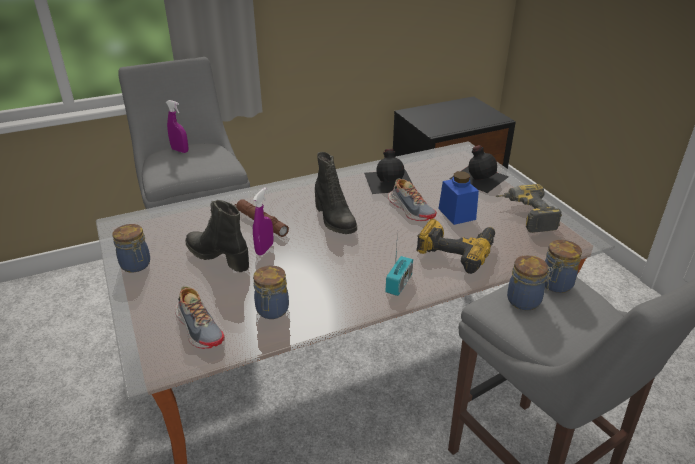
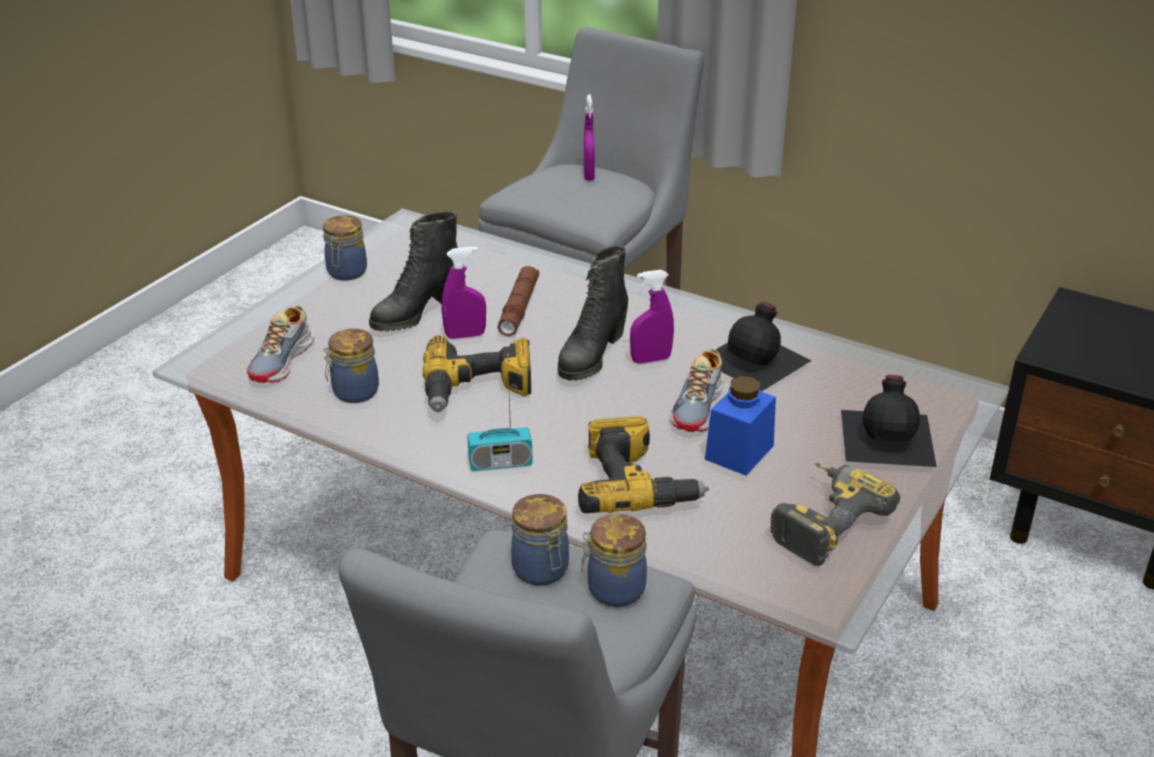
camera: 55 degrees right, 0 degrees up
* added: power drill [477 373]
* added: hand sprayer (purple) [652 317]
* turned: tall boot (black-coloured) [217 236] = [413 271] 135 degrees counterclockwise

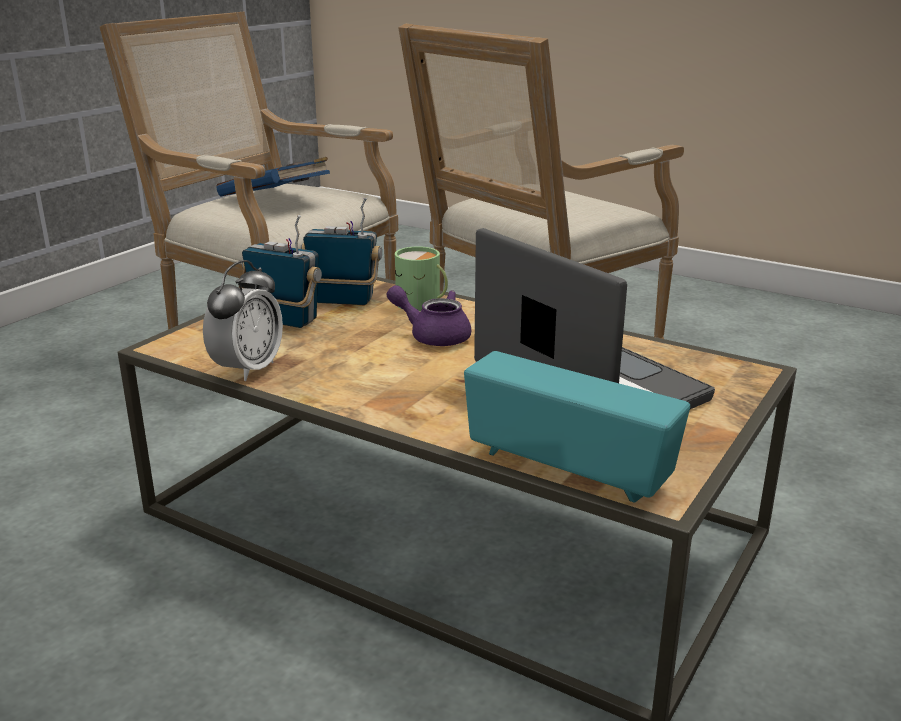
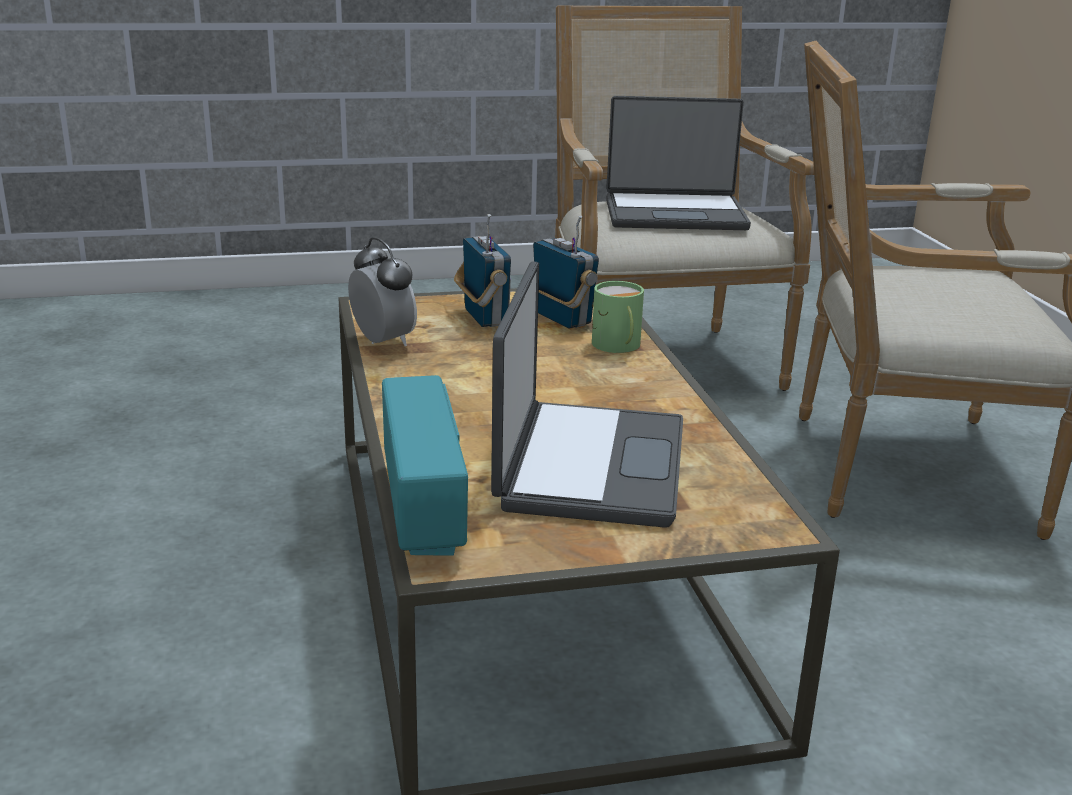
camera: 45 degrees right, 0 degrees up
* removed: pot for tea (purple) [429 315]
* replaced: volume (blue-coloured) [273 177] to laptop [678 163]
* turned: bedside clock [243 320] = [382 291] 105 degrees counterclockwise

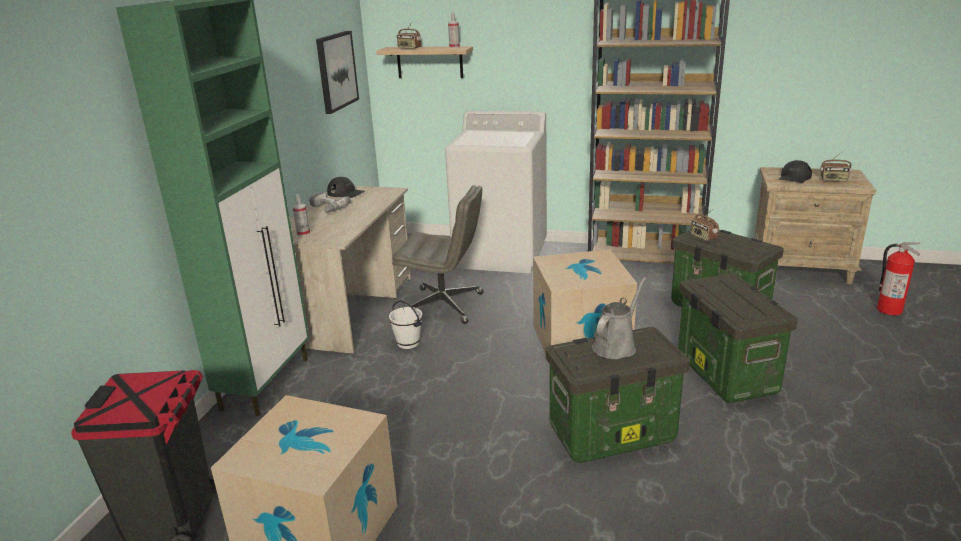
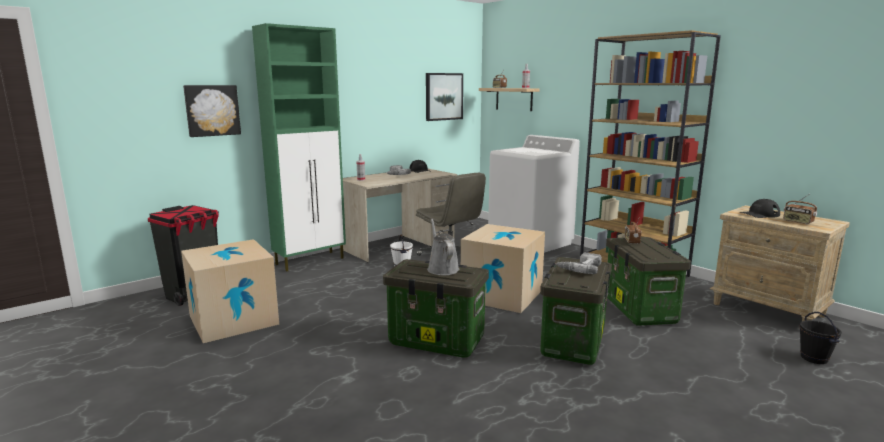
camera: 35 degrees right, 10 degrees down
* added: picture [212 111]
* added: power drill [579 263]
* replaced: fire-fighting cylinder [898 278] to pail (black-coloured) [820 338]
* turned: watering can (grey) [619 318] = [443 247] 90 degrees counterclockwise

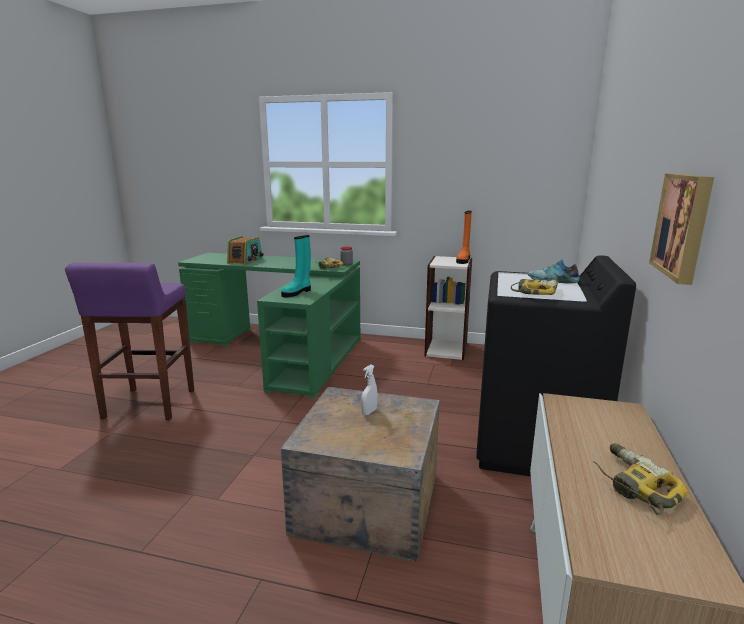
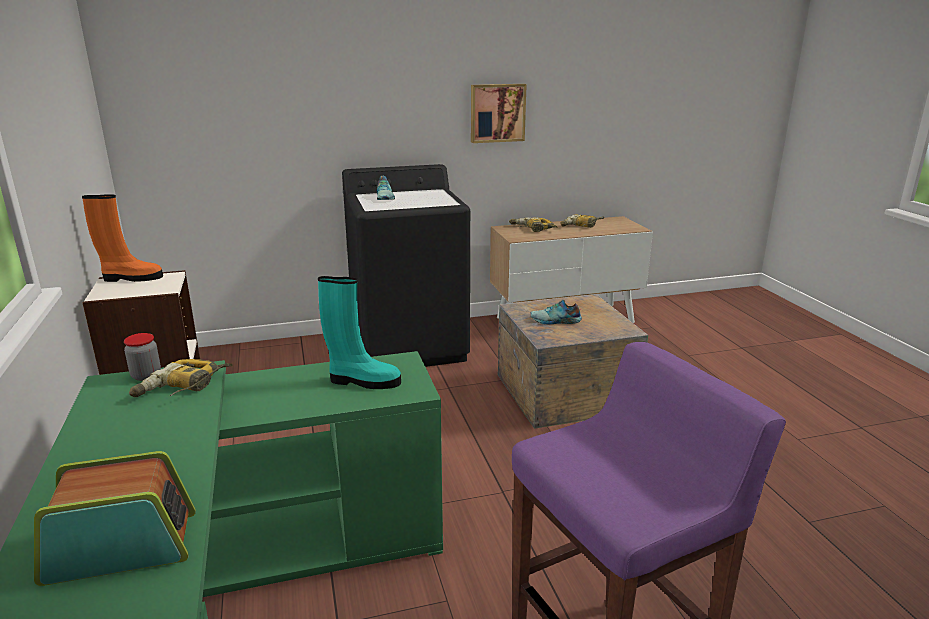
camera: 120 degrees left, 5 degrees up
* moved: power drill [534 286] to [533 224]
* replaced: hand sprayer (whitish) [369 390] to low shoe [556 312]

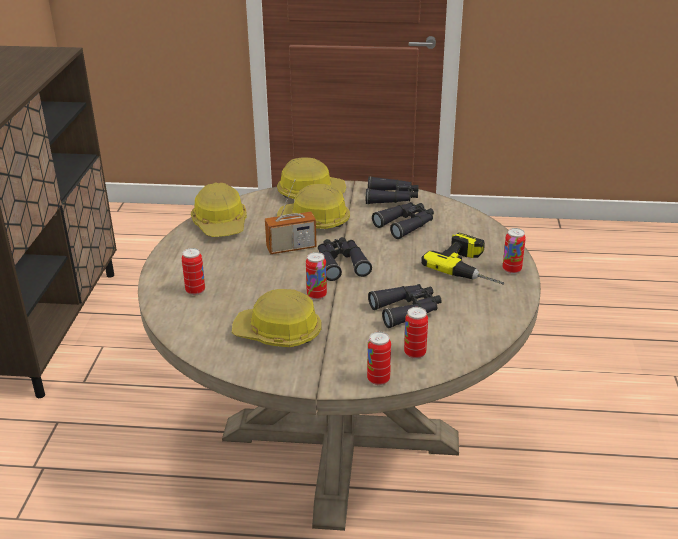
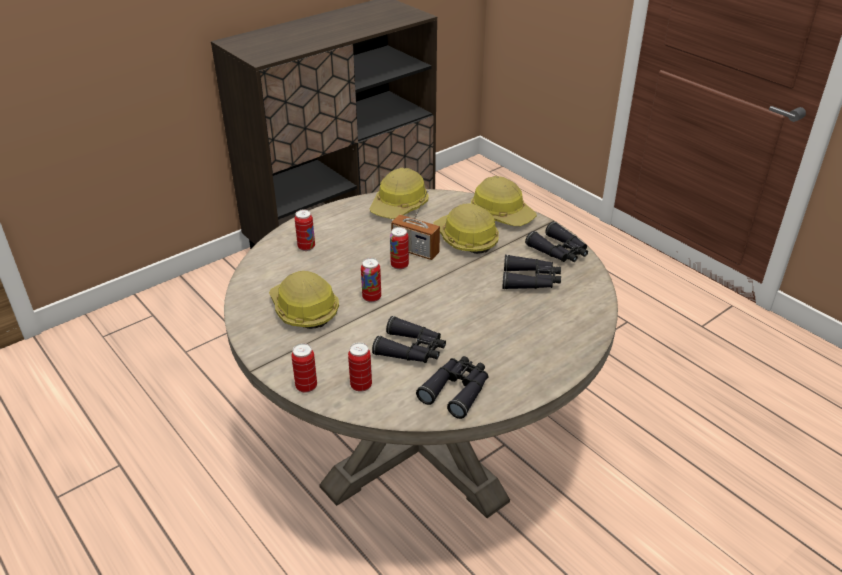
camera: 45 degrees right, 5 degrees up
* removed: power drill [462 259]
* moved: binoculars (black-coloured) [345 259] to [452 387]
* moved: sealed can [514 251] to [399 248]

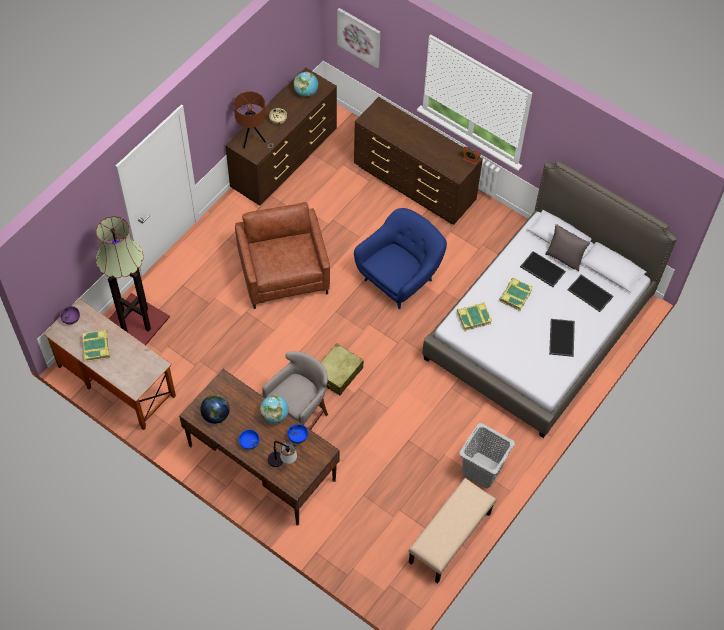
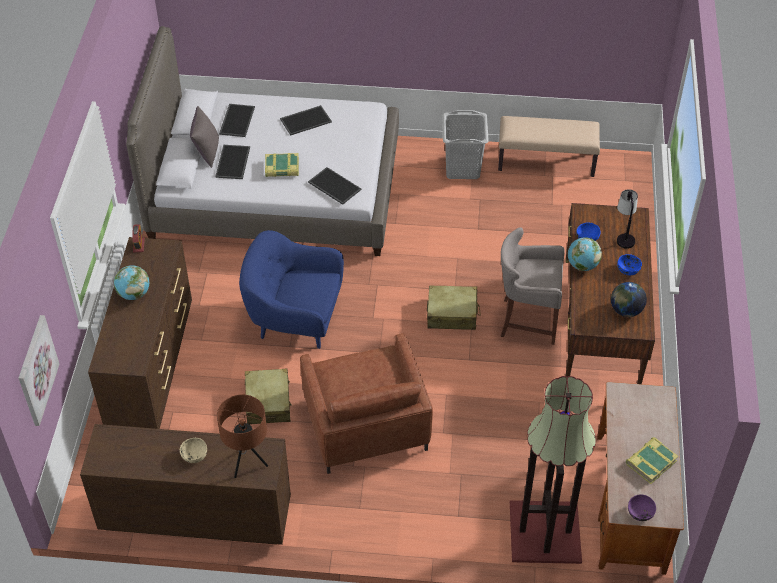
camera: 120 degrees left, 10 degrees down
* added: travel case (beige) [268 396]
* moved: world globe [306 84] to [131 282]
* replaced: volume [474 316] to serving tray [334 186]
* turned: easy chair (brownish) [282 255] = [366 403] 60 degrees counterclockwise

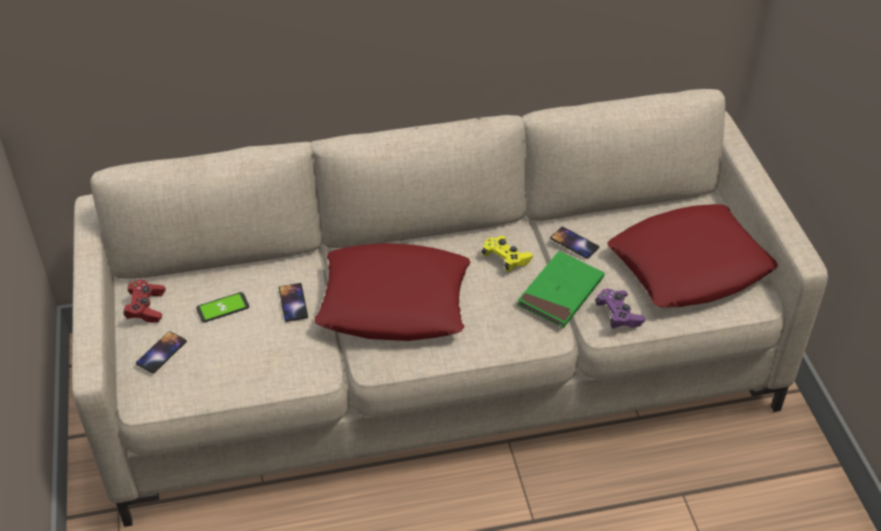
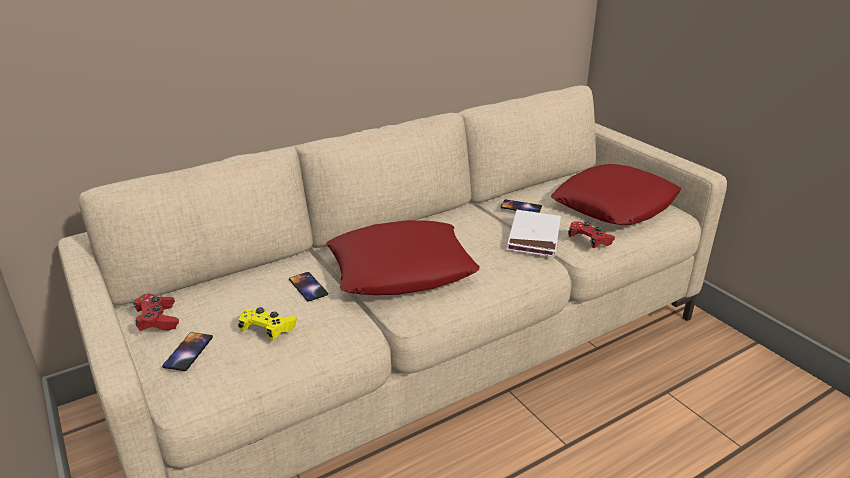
camera: 20 degrees left, 15 degrees down
* removed: phone [222 307]
* moved: gamepad (yellow) [507 254] to [268 324]
* recoloured: volume (green-coloured) [560 289] to volume (whitish) [534 233]
* recoloured: gamepad (purple) [620 309] to gamepad (red) [591 235]

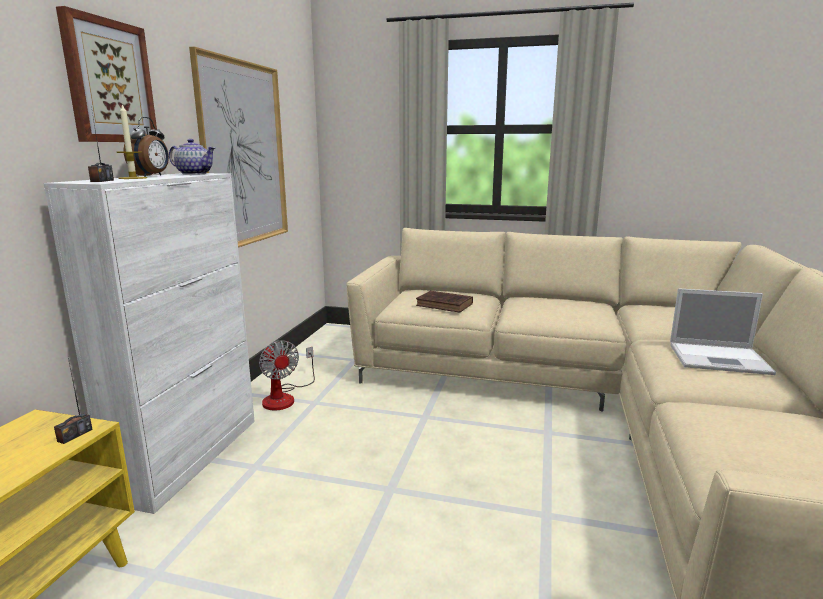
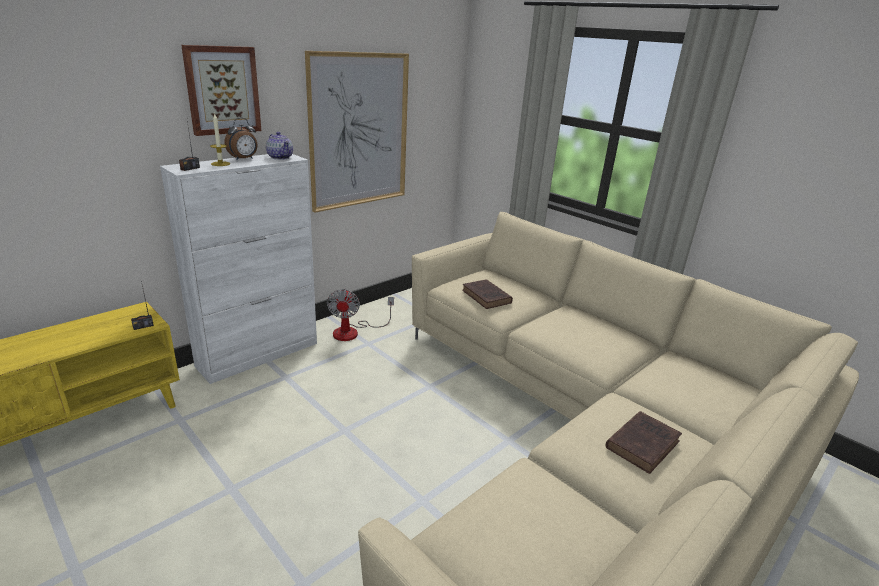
camera: 30 degrees right, 10 degrees up
* replaced: laptop [723 331] to volume (brownish) [644 442]

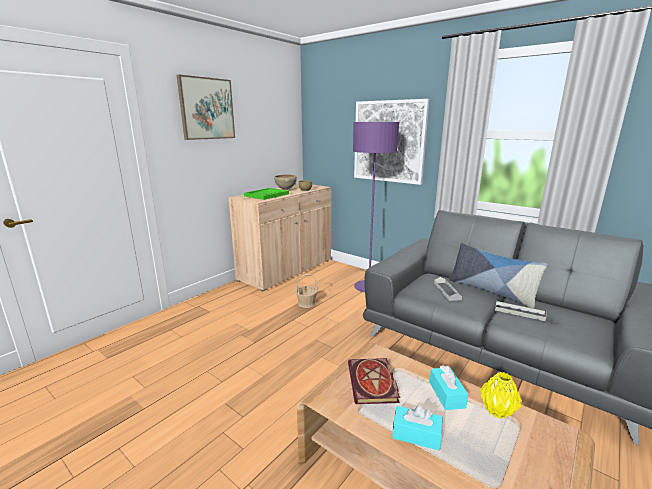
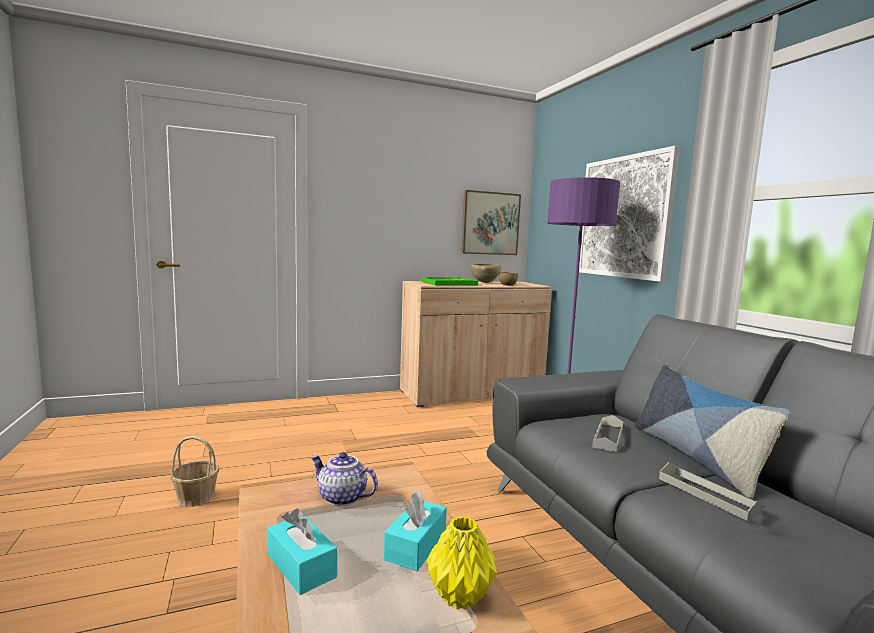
camera: 30 degrees right, 10 degrees down
* moved: picture [206 107] to [491 222]
* moved: storage basket [306 291] to [194 471]
* replaced: volume [374 381] to pot for tea [344 479]

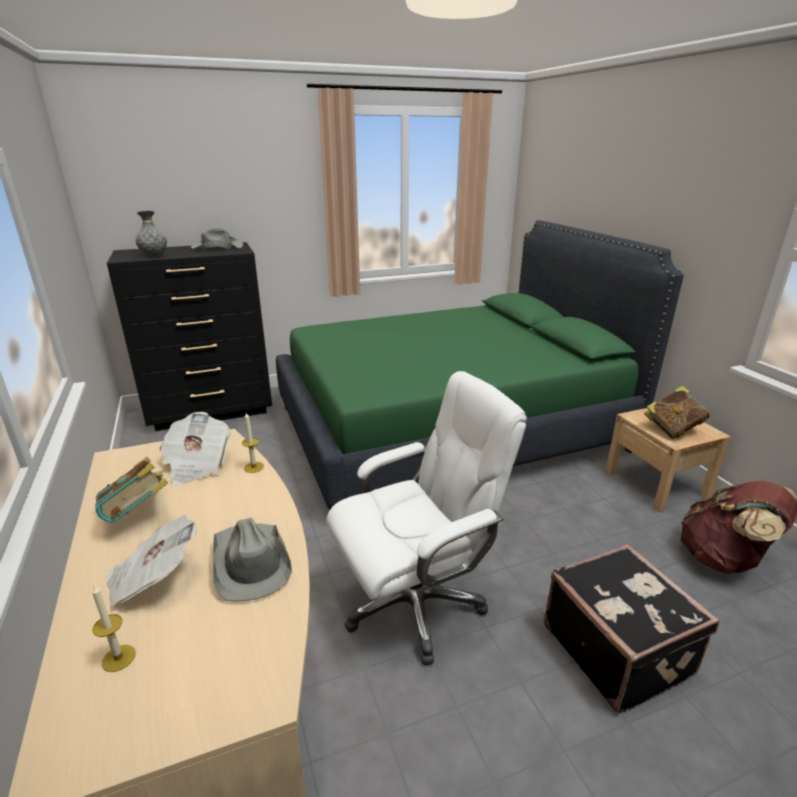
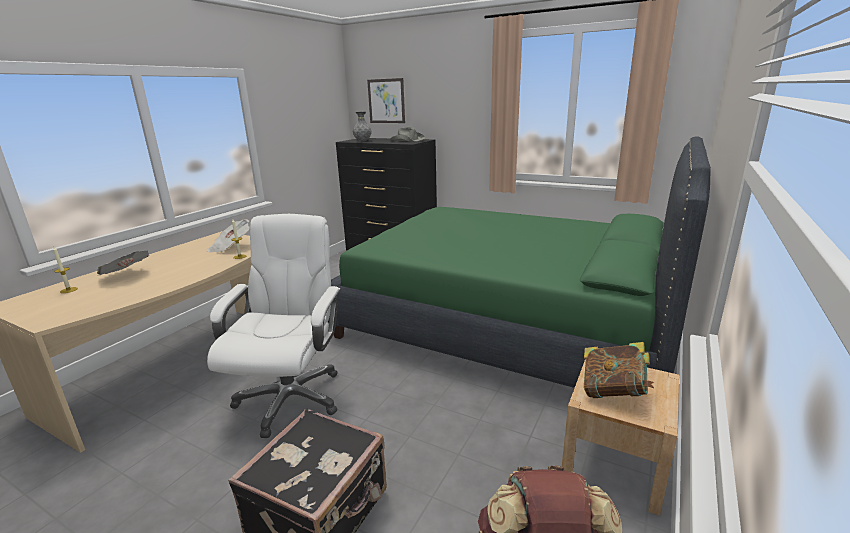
camera: 50 degrees right, 5 degrees down
* removed: volume [131 489]
* removed: wearable hat (grey) [252 560]
* added: picture [386 100]
* turned: office chair (whitish) [426 518] = [274 326] 105 degrees counterclockwise

